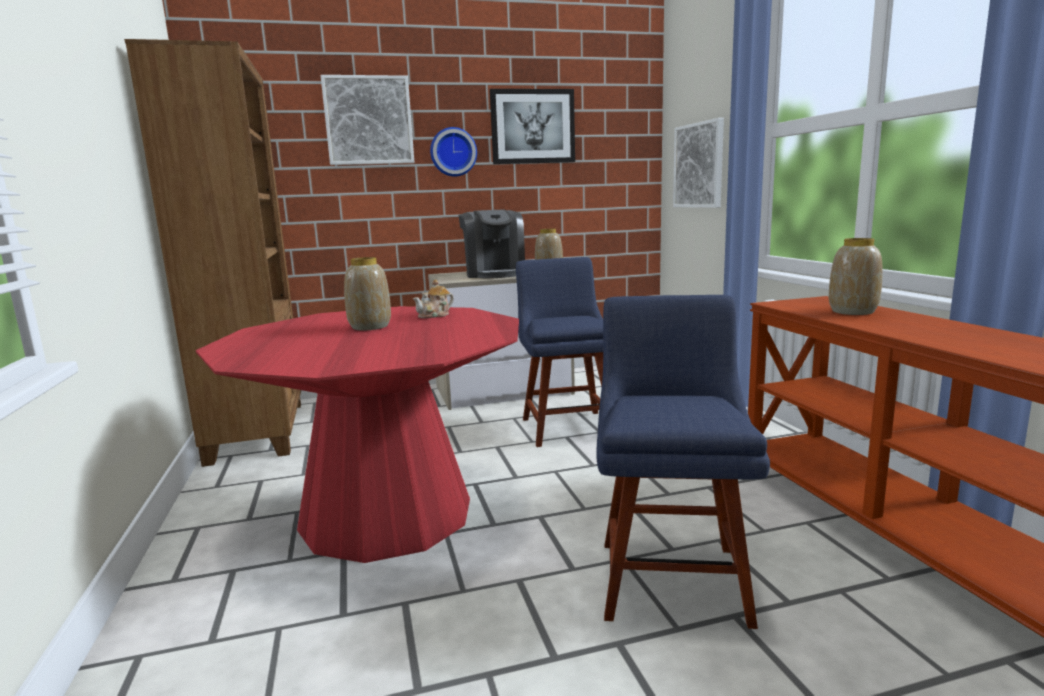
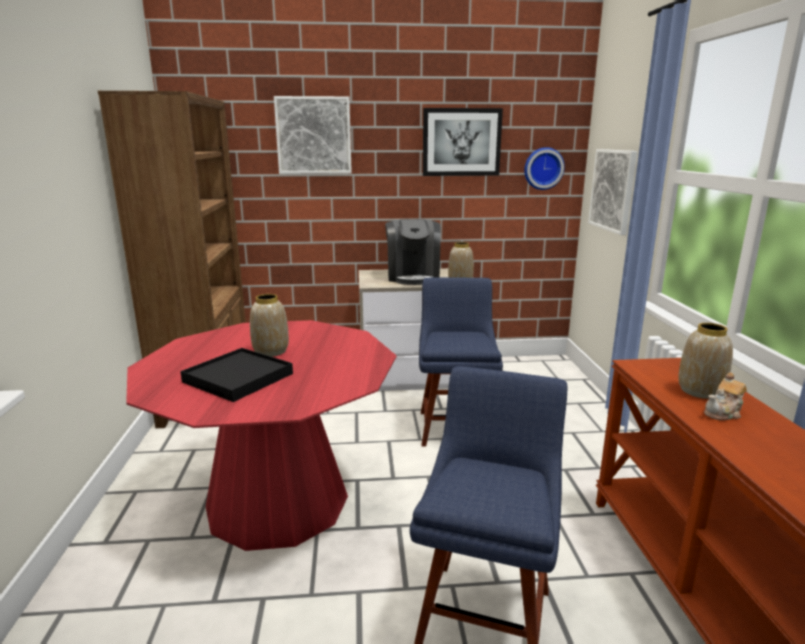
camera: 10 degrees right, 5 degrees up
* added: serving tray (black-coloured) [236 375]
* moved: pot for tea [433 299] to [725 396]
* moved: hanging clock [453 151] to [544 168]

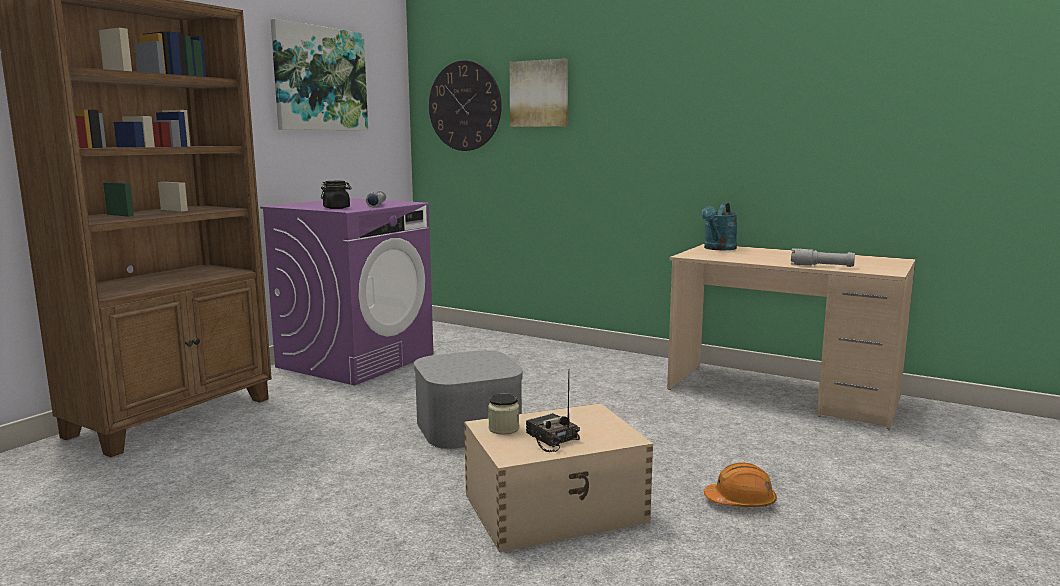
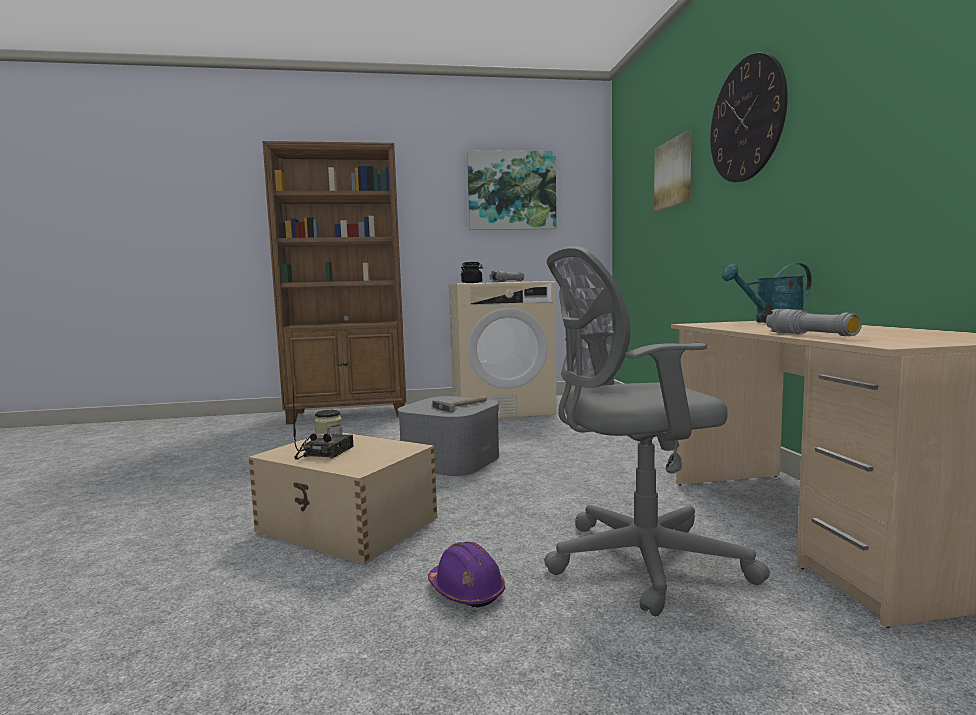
camera: 50 degrees right, 5 degrees down
* added: hand hammer [459 404]
* added: office chair (grey) [657 431]
* moved: hanging clock [465 105] to [749 117]
* recoloured: washing machine (purple) [346 292] to washing machine (beige) [503 349]
* recoloured: safety helmet (orange-coloured) [740 484] to safety helmet (purple) [466 574]

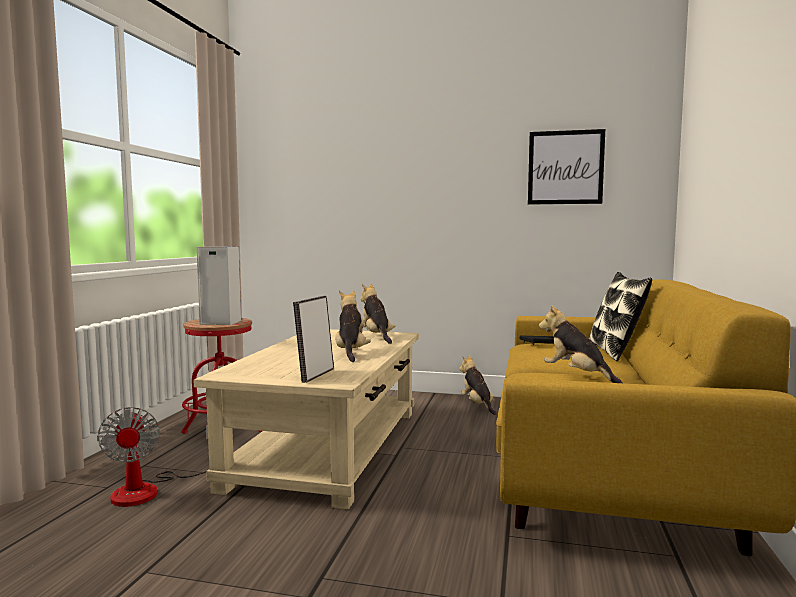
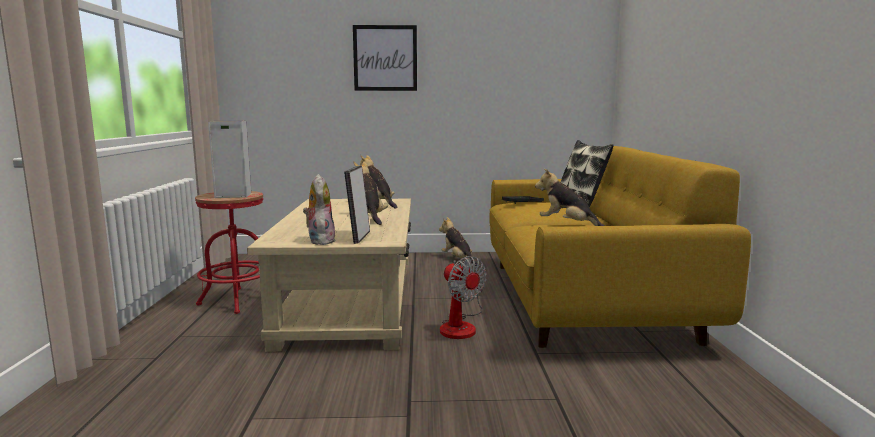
camera: 15 degrees left, 5 degrees up
* added: plush toy [319 209]
* moved: cooling fan [153 457] to [463 297]
* moved: picture [566 166] to [385 58]

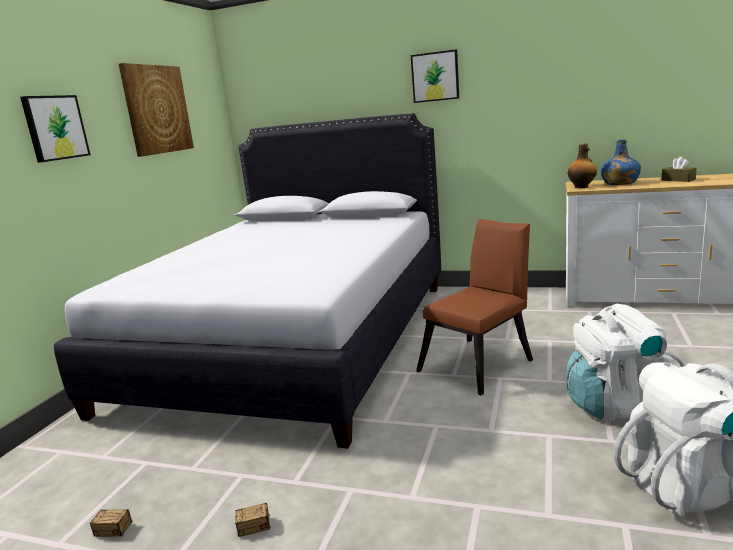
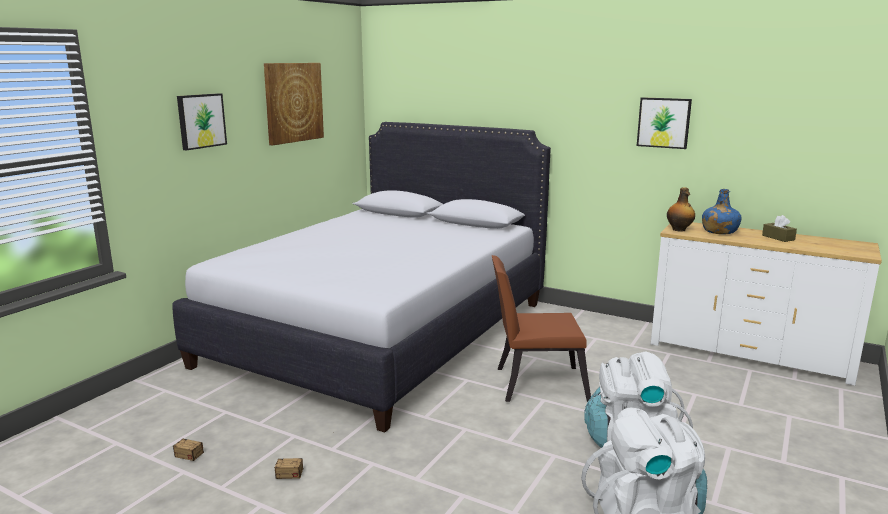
camera: 10 degrees right, 0 degrees up
* moved: picture [435 76] to [664 123]
* turned: plain chair (brownish) [474 307] = [541 328] 150 degrees counterclockwise

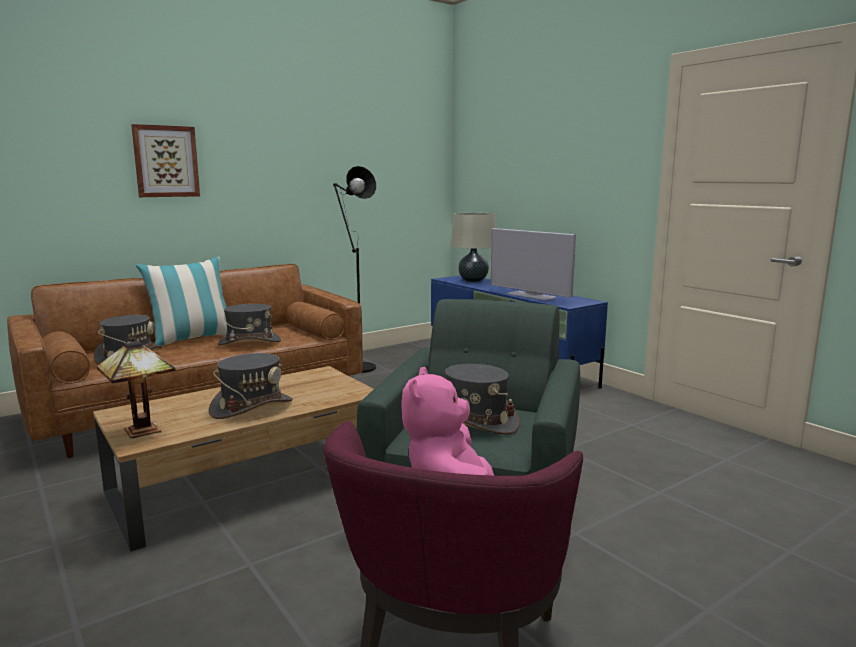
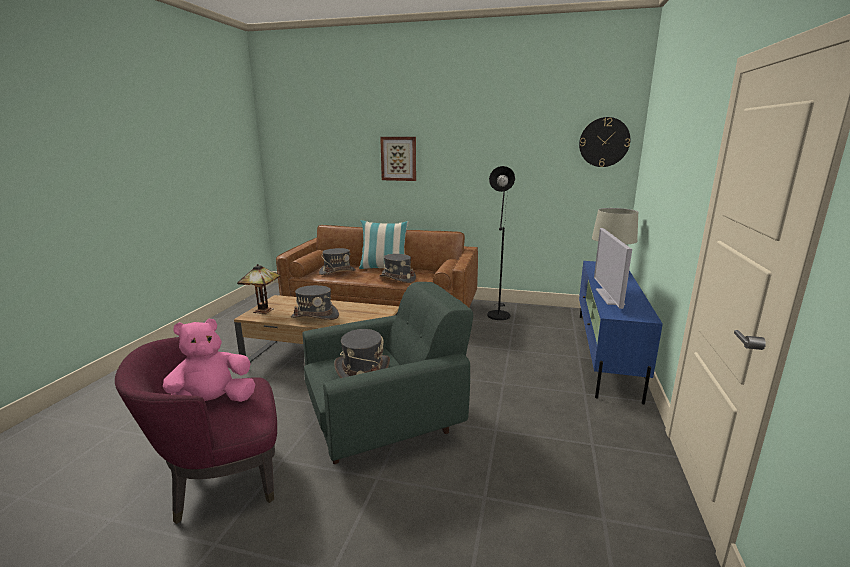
camera: 50 degrees right, 5 degrees up
* added: hanging clock [604 142]

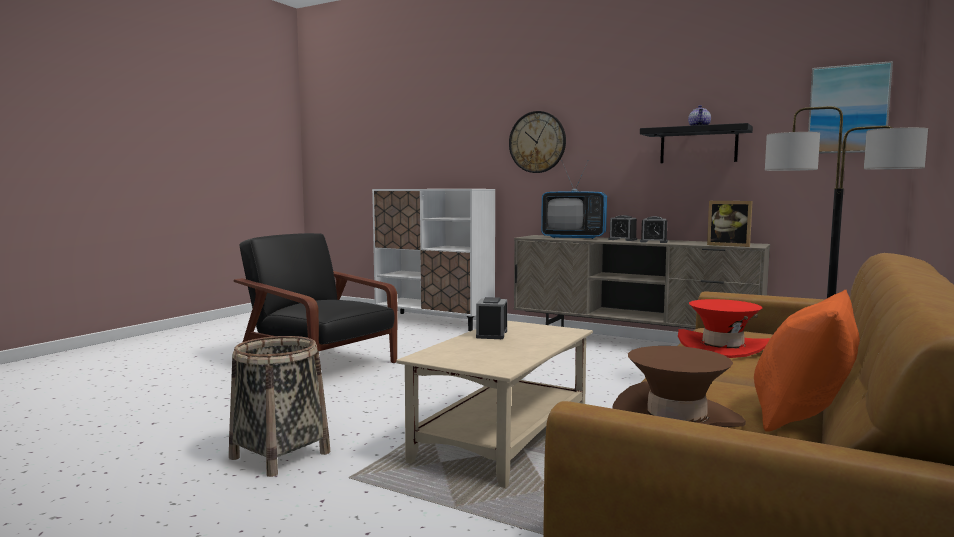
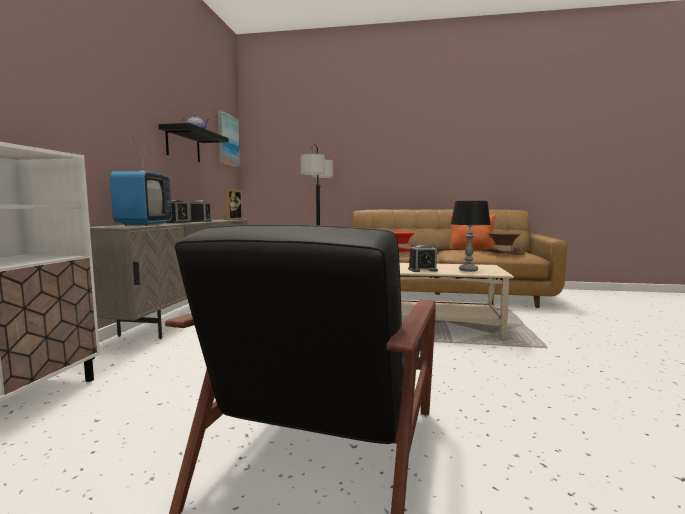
camera: 110 degrees left, 0 degrees up
* removed: storage basket [279 406]
* removed: hanging clock [537 142]
* added: lamp for a table [471 236]

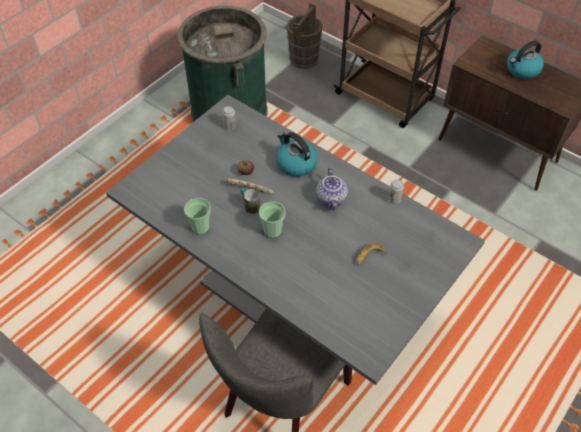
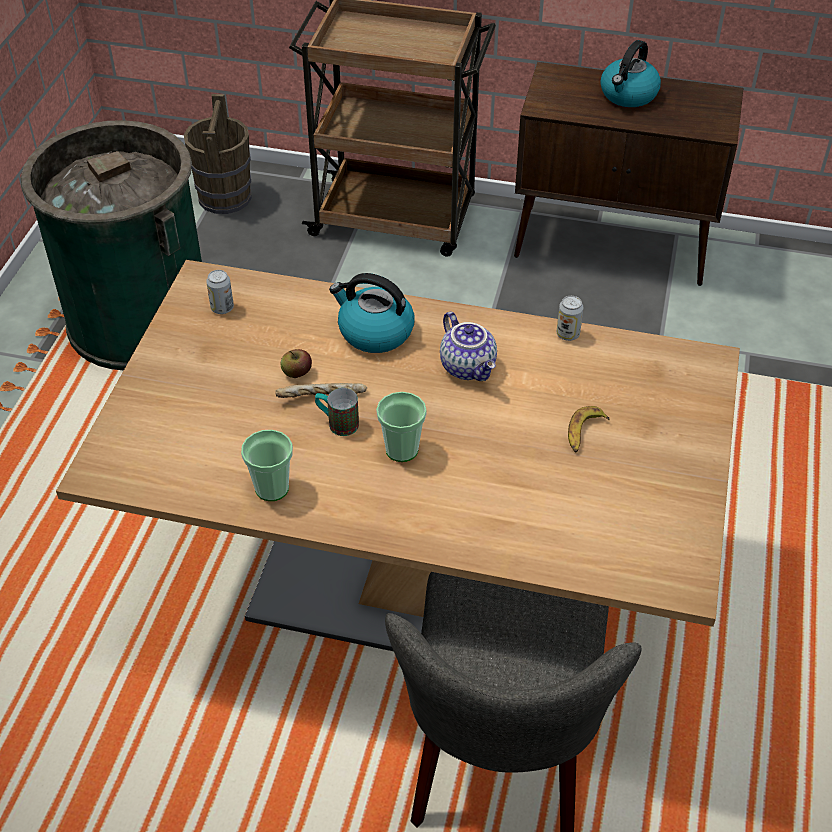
camera: 25 degrees left, 5 degrees down
* recoloured: dining table (grey) [295 240] to dining table (brownish) [398 455]

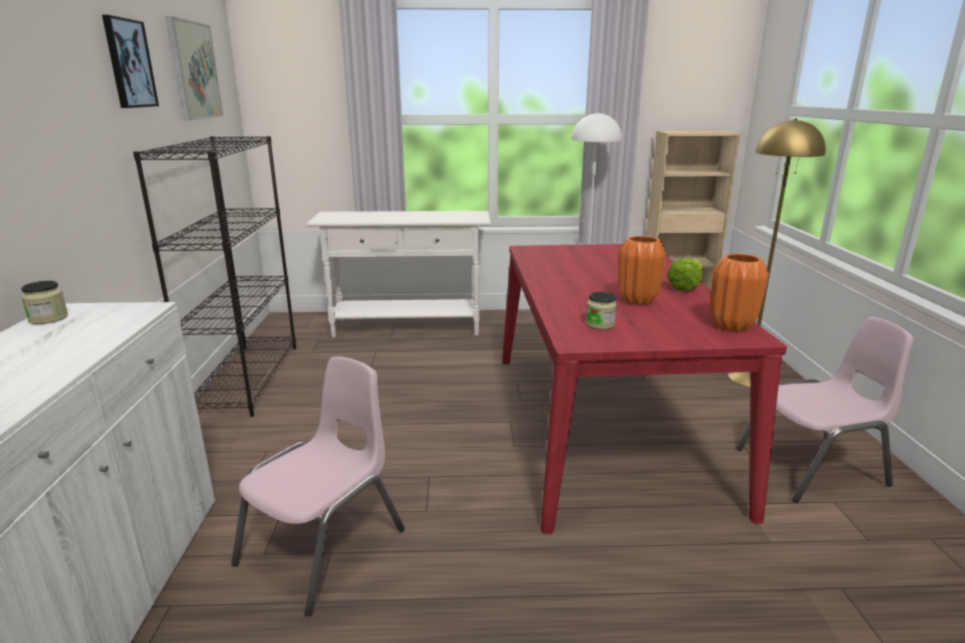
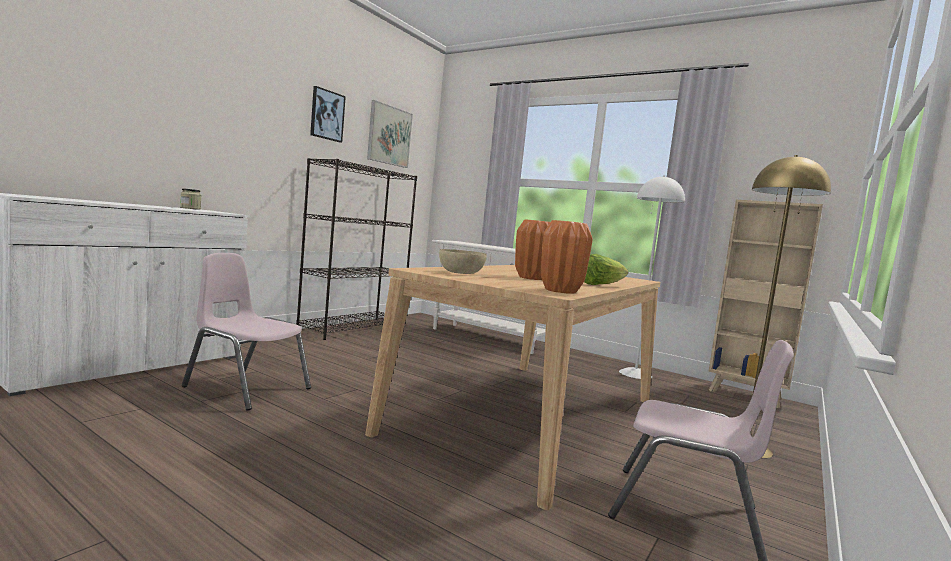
camera: 35 degrees right, 15 degrees down
* replaced: storage jar [601 310] to deep dish (beige) [463 261]
* recoloured: dining table (red) [644 389] to dining table (beige) [512 387]
* turned: plain chair (pink) [318 486] = [246 332] 135 degrees counterclockwise

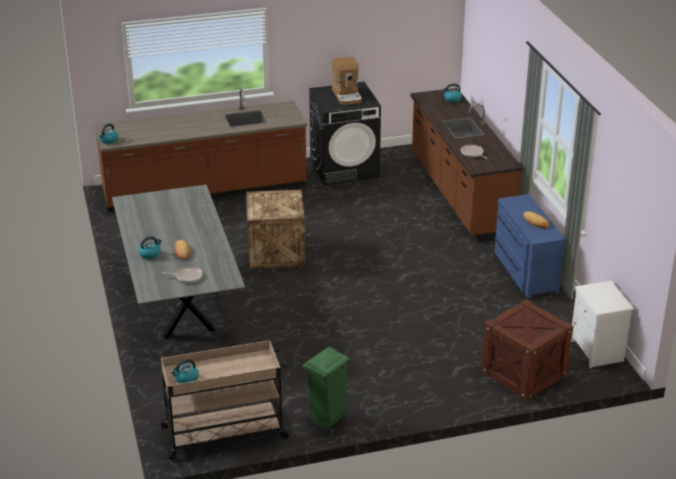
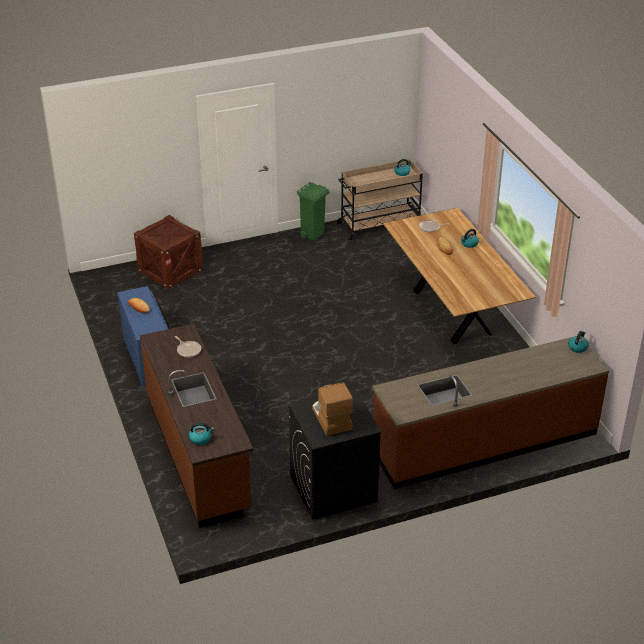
camera: 175 degrees right, 5 degrees up
* removed: crate [276 229]
* removed: night table (whitish) [602 324]
* recoloured: dining table (grey) [178 261] to dining table (brownish) [459 276]

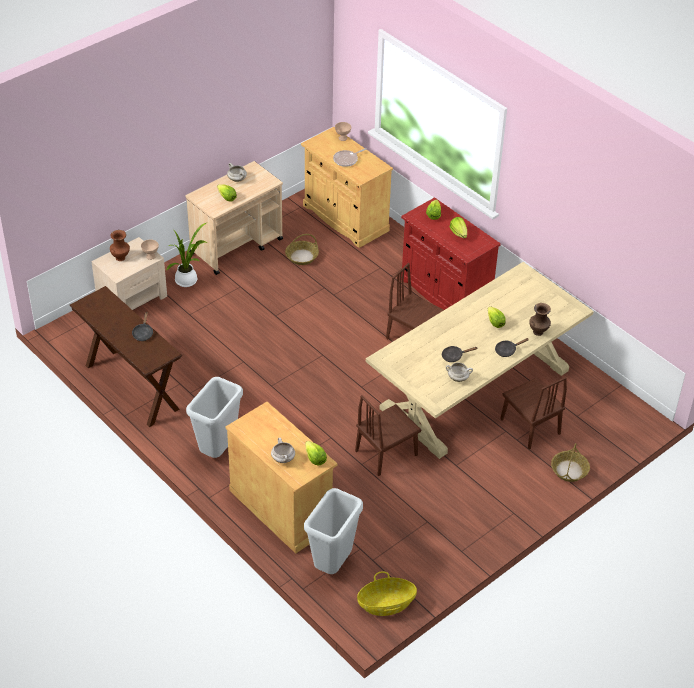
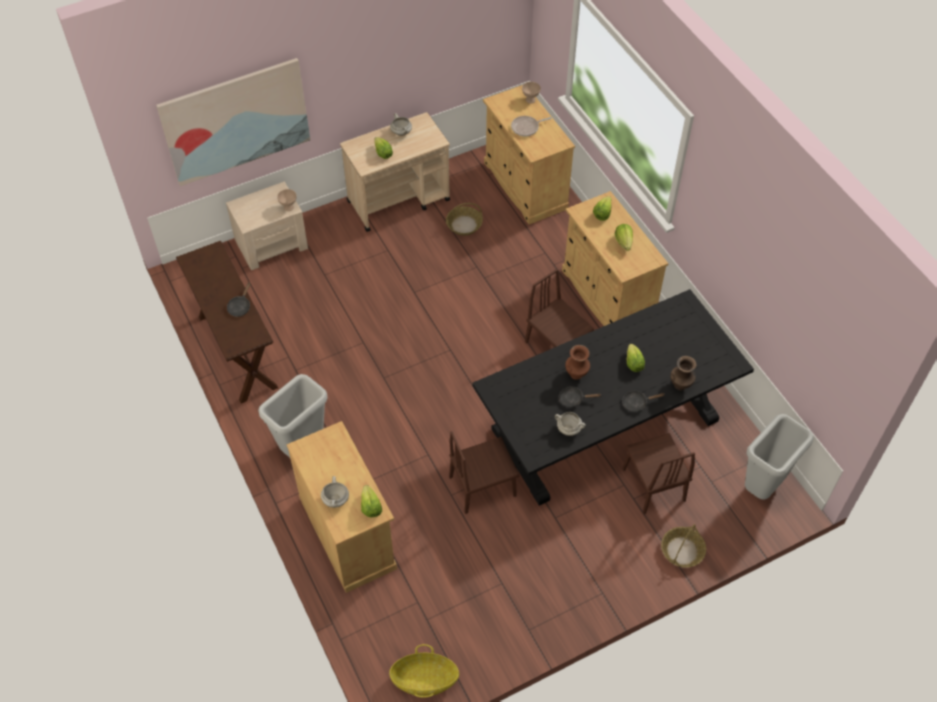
camera: 15 degrees right, 10 degrees up
* removed: plant in a pot [187 255]
* added: picture [233 122]
* moved: vase (brownish) [120 245] to [577 362]
* moved: trash can (grey) [333 531] to [779 457]
* recoloured: dining table (beige) [480 360] to dining table (black-coloured) [613 397]
* recoloured: cabinet (red) [451 253] to cabinet (beige) [615 258]

